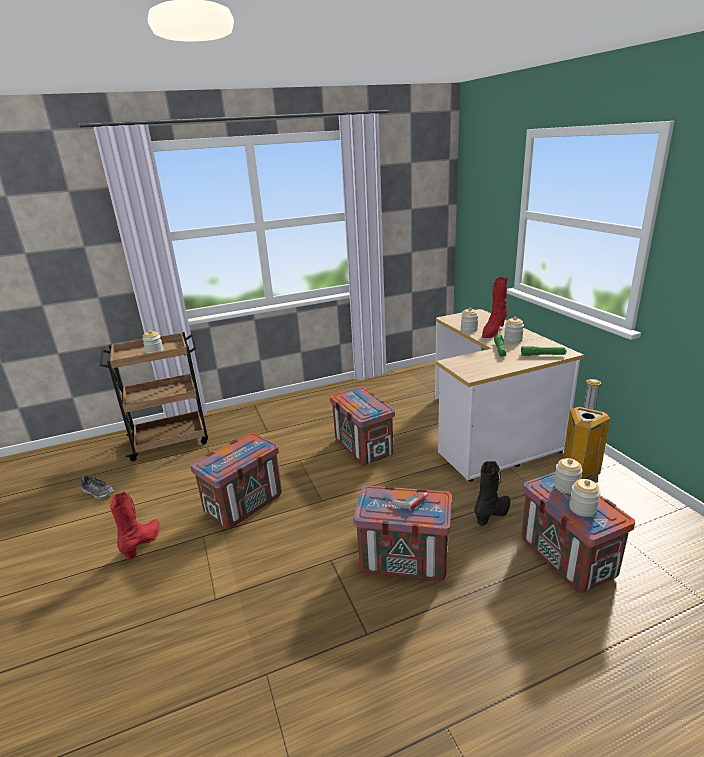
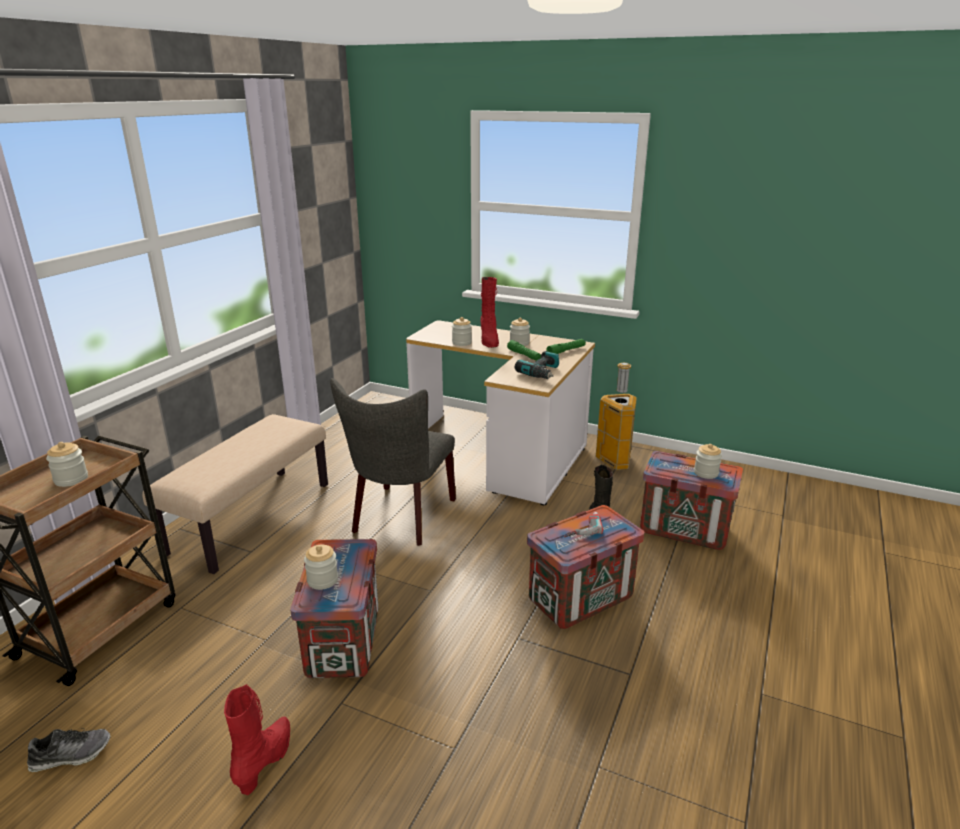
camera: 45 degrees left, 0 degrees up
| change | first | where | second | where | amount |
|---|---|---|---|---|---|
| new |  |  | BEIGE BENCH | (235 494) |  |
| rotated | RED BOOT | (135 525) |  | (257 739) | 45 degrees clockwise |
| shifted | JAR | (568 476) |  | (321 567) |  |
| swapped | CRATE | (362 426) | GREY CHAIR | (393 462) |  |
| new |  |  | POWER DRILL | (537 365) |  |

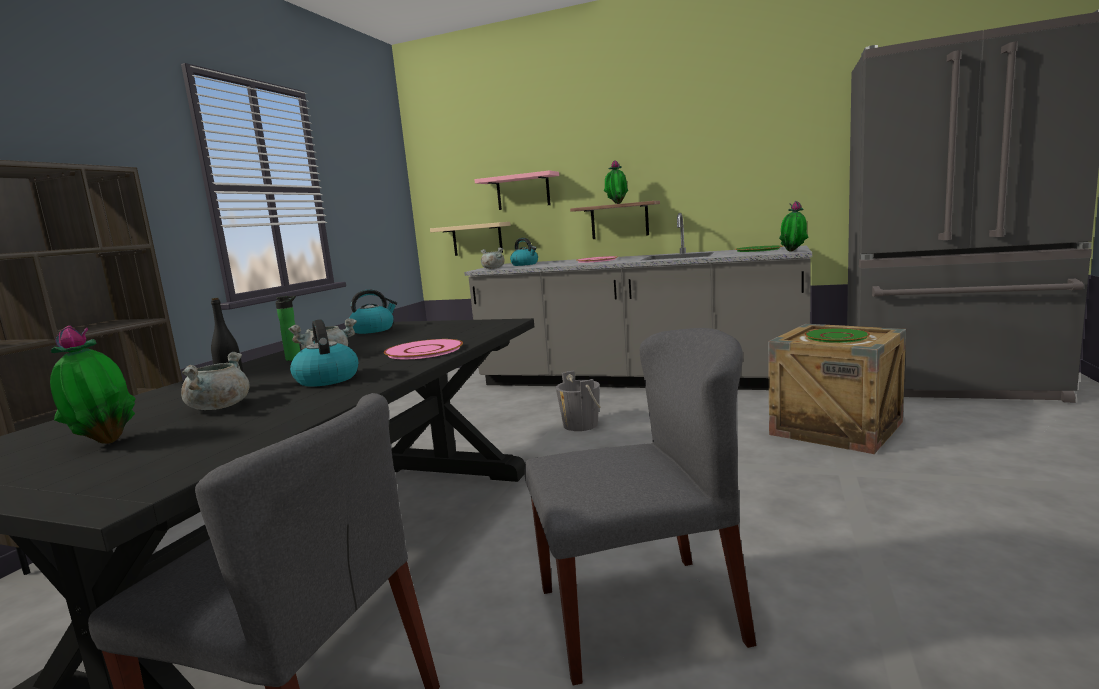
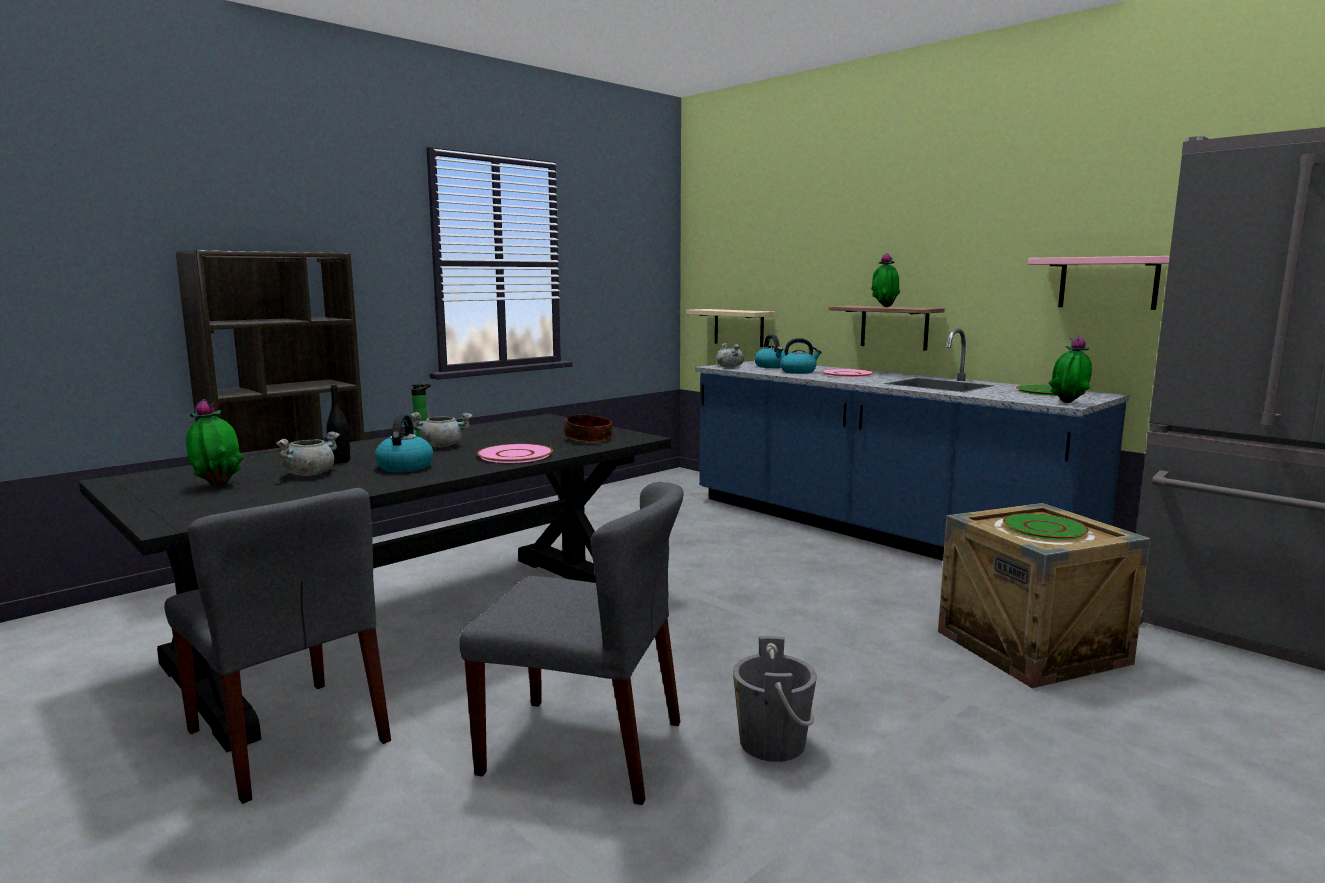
camera: 25 degrees right, 0 degrees up
| change | first | where | second | where | amount |
|---|---|---|---|---|---|
| new |  |  | BOWL | (588 428) |  |
| repainted | GREY COUNTER | (638 301) | BLUE COUNTER | (912 444) |  |
| shifted | GREY BUCKET | (578 401) |  | (775 699) |  |
| shifted | KETTLE | (373 311) |  | (801 356) |  |
| shifted | PINK SHELF | (516 190) |  | (1099 283) |  |

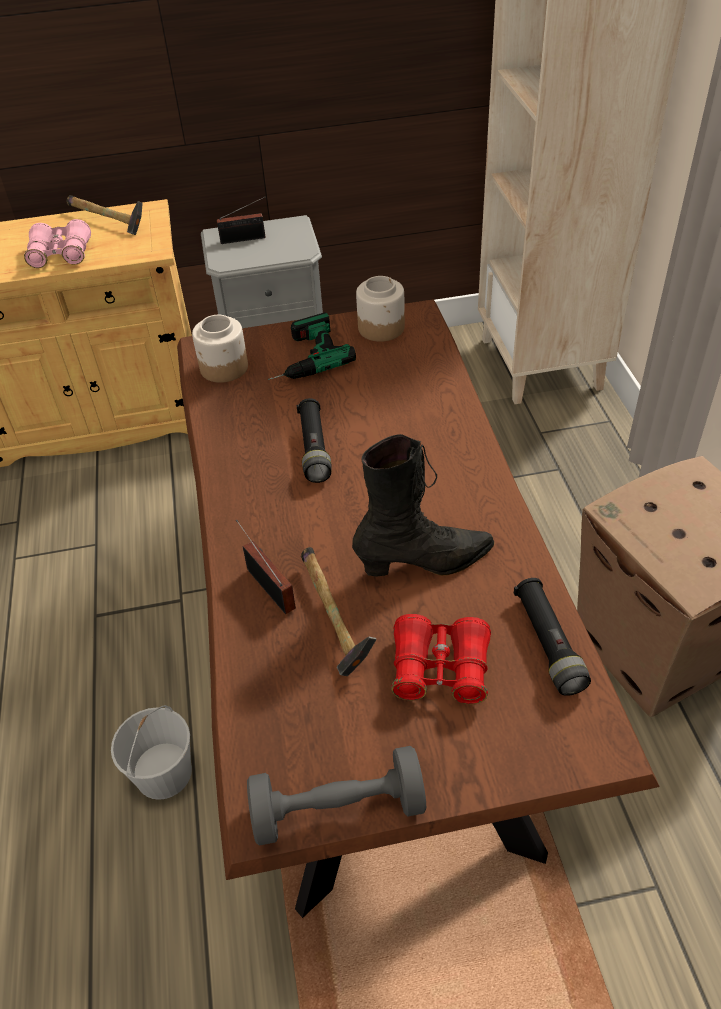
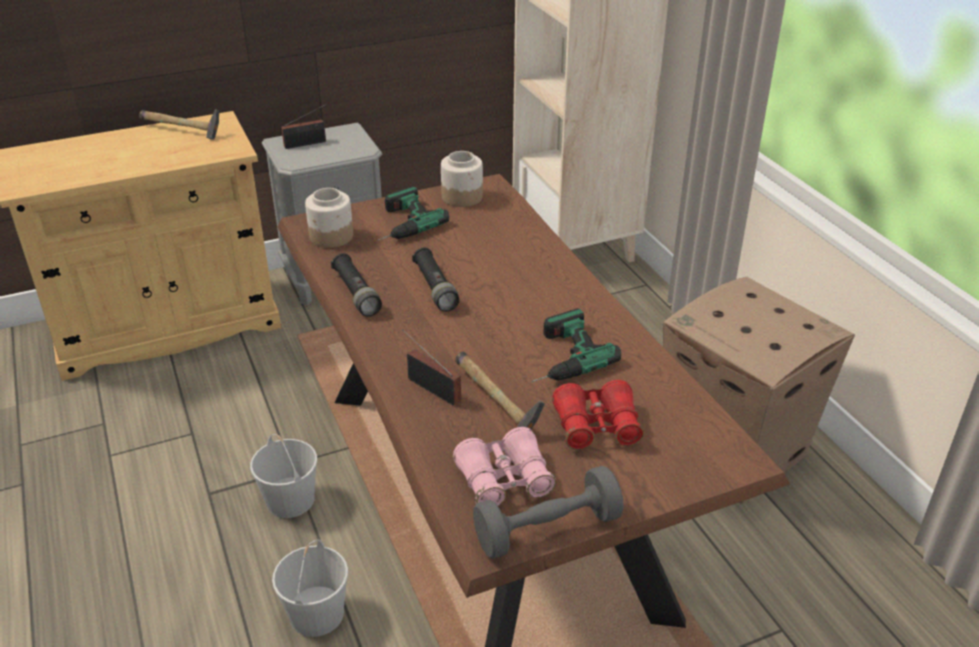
camera: 15 degrees left, 10 degrees down
| change | first | where | second | where | amount |
|---|---|---|---|---|---|
| new |  |  | WHITE BUCKET | (283 476) |  |
| shifted | BLACK FLASHLIGHT | (552 637) |  | (356 284) |  |
| shifted | PINK BINOCULARS | (57 243) |  | (504 466) |  |
| swapped | BLACK BOOT | (423 505) | POWER DRILL | (576 345) |  |

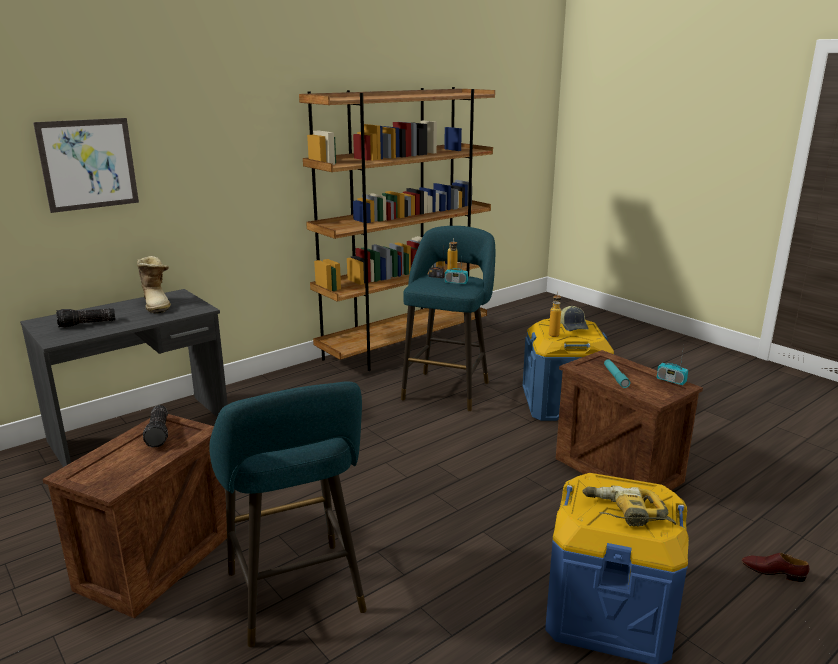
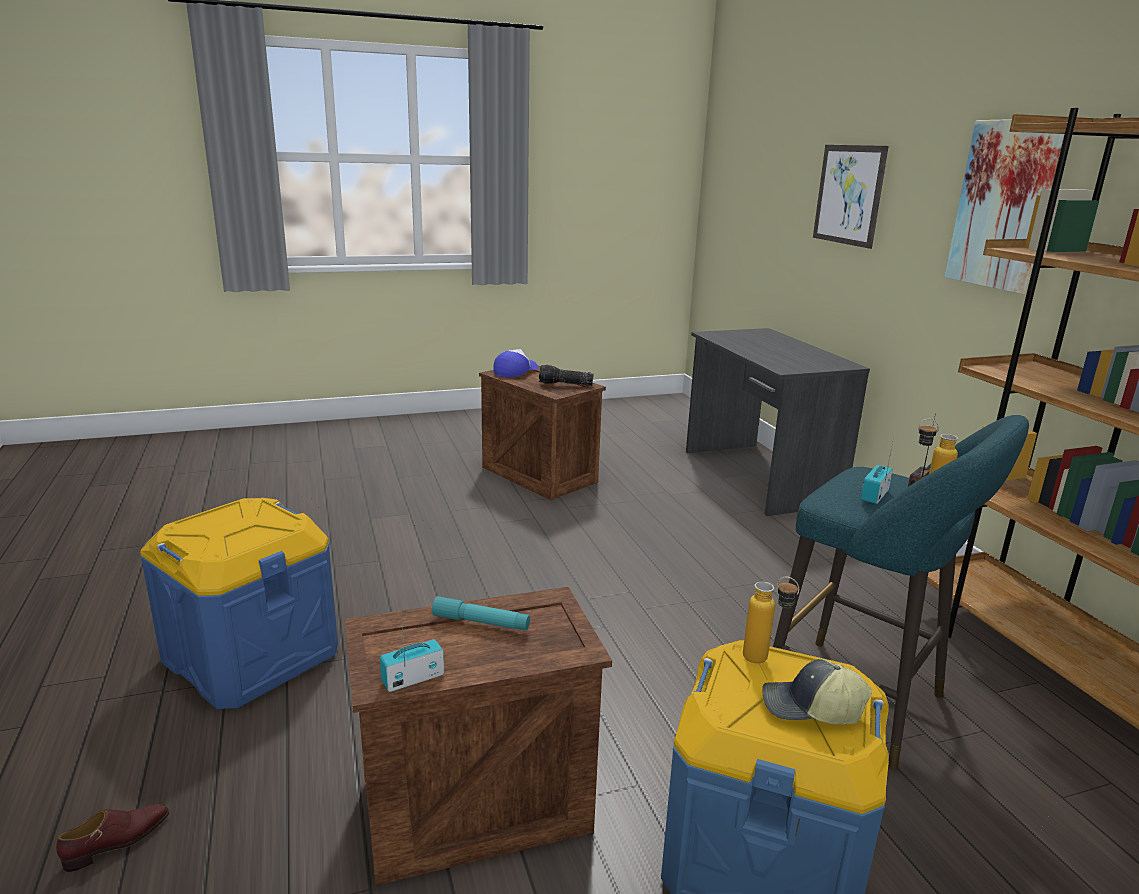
camera: 110 degrees right, 0 degrees up
| change | first | where | second | where | amount |
|---|---|---|---|---|---|
| new |  |  | CAP | (515 363) |  |
| new |  |  | PICTURE | (1004 207) |  |
| gone | FLASHLIGHT | (85 318) |  |  |  |
| gone | BOOT | (154 285) |  |  |  |
| gone | TURQUOISE STOOL | (288 514) |  |  |  |
| gone | POWER DRILL | (629 506) |  |  |  |

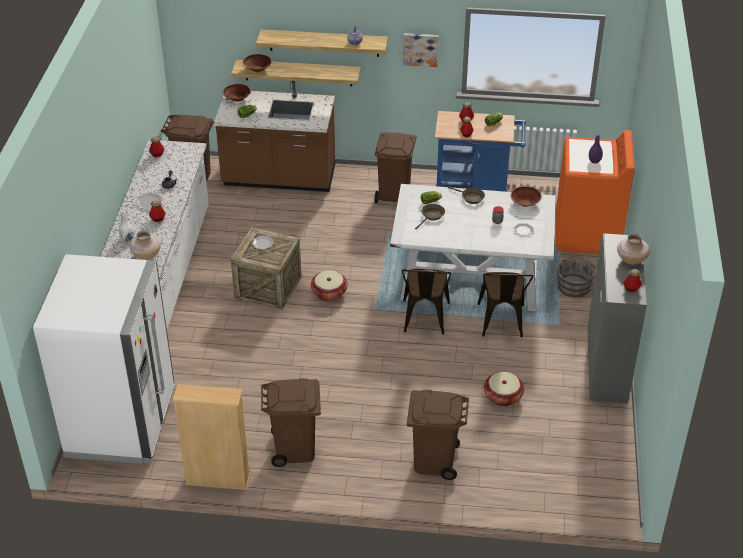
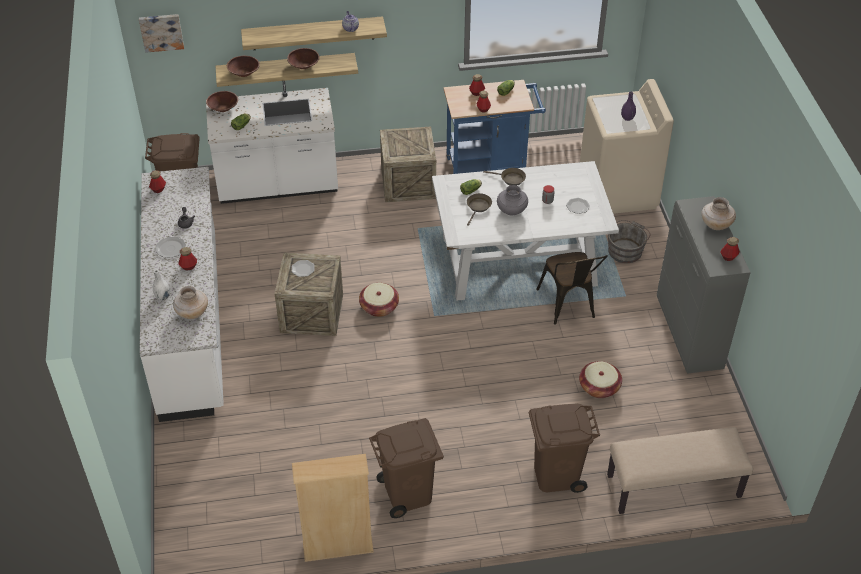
camera: 15 degrees left, 5 degrees up
| change | first | where | second | where | amount |
|---|---|---|---|---|---|
| shifted | PICTURE | (421 50) |  | (161 33) |  |
| repainted | BROWN COUNTER | (274 136) | WHITE COUNTER | (272 142) |  |
| shifted | BROWN BOWL | (526 196) |  | (303 58) |  |
| swapped | BROWN TRASH CAN | (395 167) | CRATE | (408 164) |  |
| new |  |  | GREY VASE | (512 200) |  |
| repainted | ORANGE WASHING MACHINE | (595 192) | BEIGE WASHING MACHINE | (627 146) |  |
| new |  |  | BEIGE BENCH | (680 470) |  |
| gone | WHITE FRIDGE | (104 359) |  |  |  |
| gone | BROWN CHAIR | (426 302) |  |  |  |

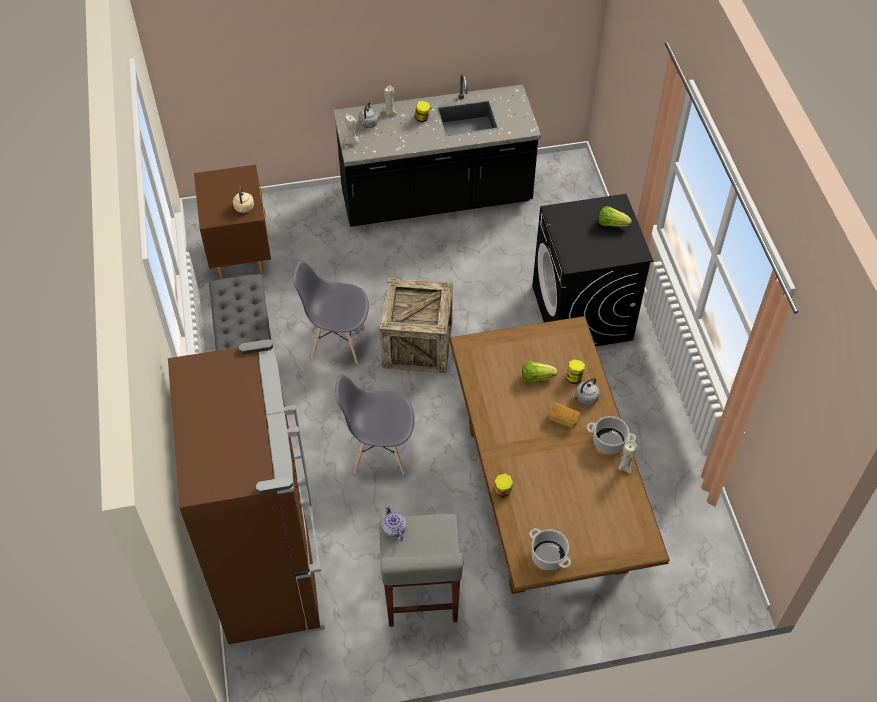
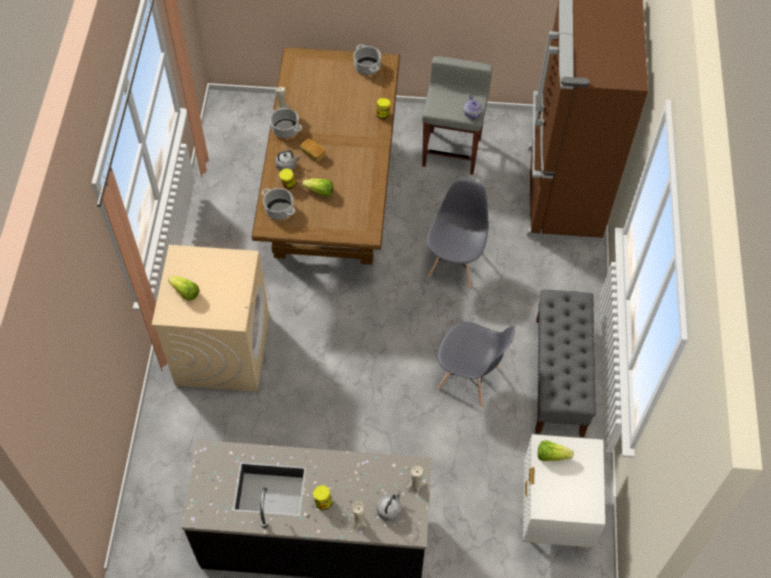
camera: 165 degrees left, 5 degrees up
| change | first | where | second | where | amount |
|---|---|---|---|---|---|
| repainted | BLACK WASHING MACHINE | (593 270) | BEIGE WASHING MACHINE | (210 318) |  |
| new |  |  | COOKING POT | (278 204) |  |
| rotated | GREY CHAIR | (374 424) |  | (458 233) | 90 degrees counterclockwise |
| repainted | BROWN NIGHTSTAND | (232 222) | WHITE NIGHTSTAND | (564 491) |  |
| swapped | BEIGE KETTLE | (243 199) | LETTUCE | (555 450) |  |
| gone | CRATE | (416 325) |  |  |  |

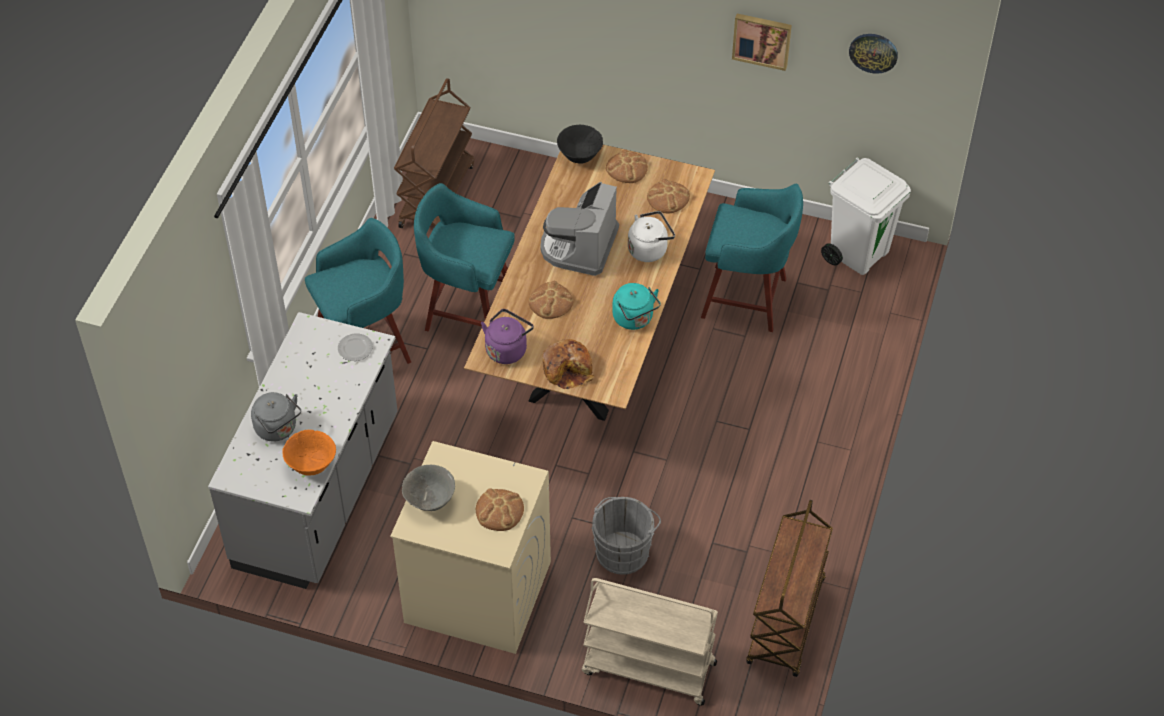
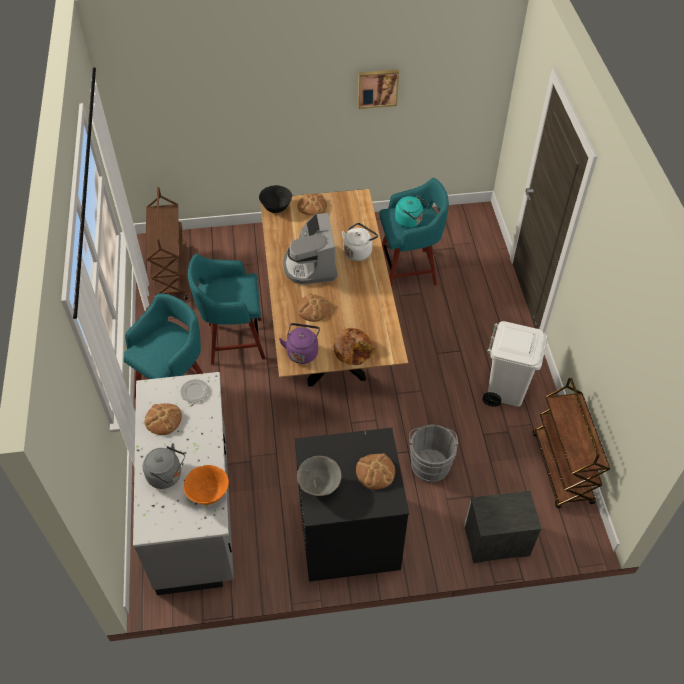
camera: 25 degrees left, 0 degrees up
| change | first | where | second | where | amount |
|---|---|---|---|---|---|
| shifted | BREAD | (668 196) |  | (163 419) |  |
| repainted | BEIGE WASHING MACHINE | (470 547) | BLACK WASHING MACHINE | (352 505) |  |
| shifted | TURQUOISE KETTLE | (636 306) |  | (412 211) |  |
| swapped | BEIGE CART | (650 642) | NIGHTSTAND | (503 526) |  |
| shifted | WHITE TRASH CAN | (866 216) |  | (515 364) |  |
| gone | WALL CLOCK | (873 54) |  |  |  |

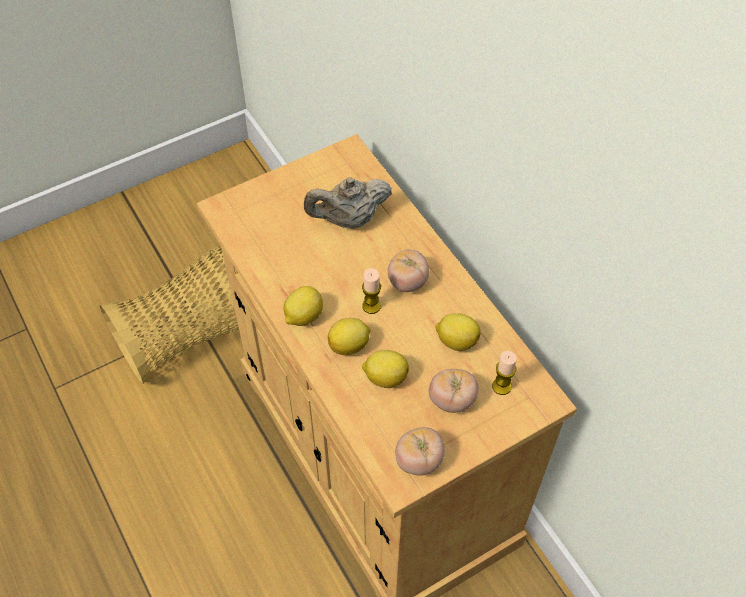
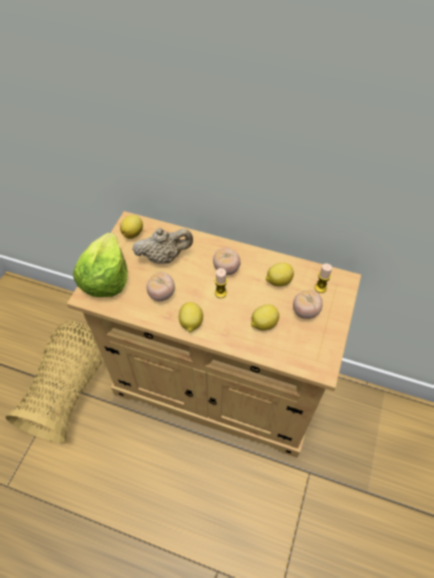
camera: 40 degrees left, 0 degrees up
| change | first | where | second | where | amount |
|---|---|---|---|---|---|
| new |  |  | LETTUCE | (100 265) |  |
| shifted | LEMON | (349 336) |  | (131 227) |  |
| rotated | BEIGE TEAPOT | (348 203) |  | (162 246) | 135 degrees counterclockwise |
| shifted | TOMATO | (420 451) |  | (161 286) |  |

